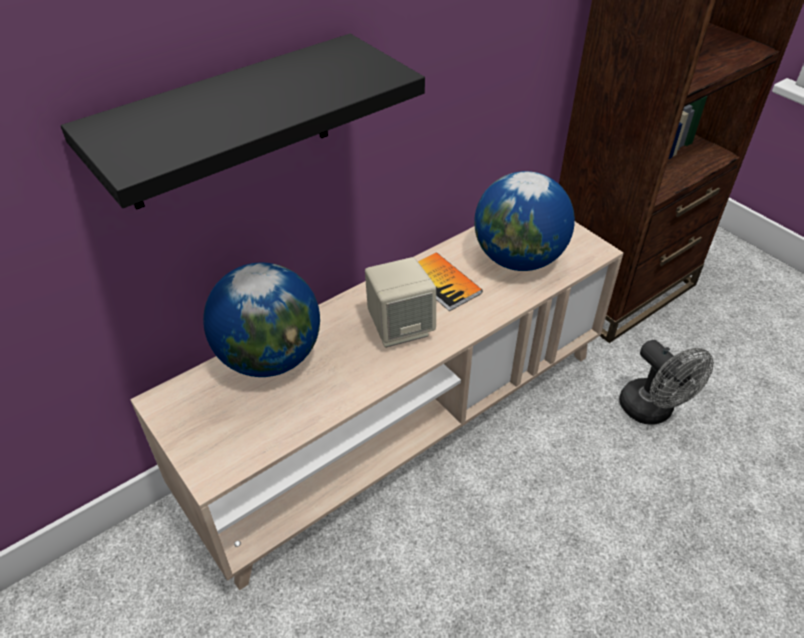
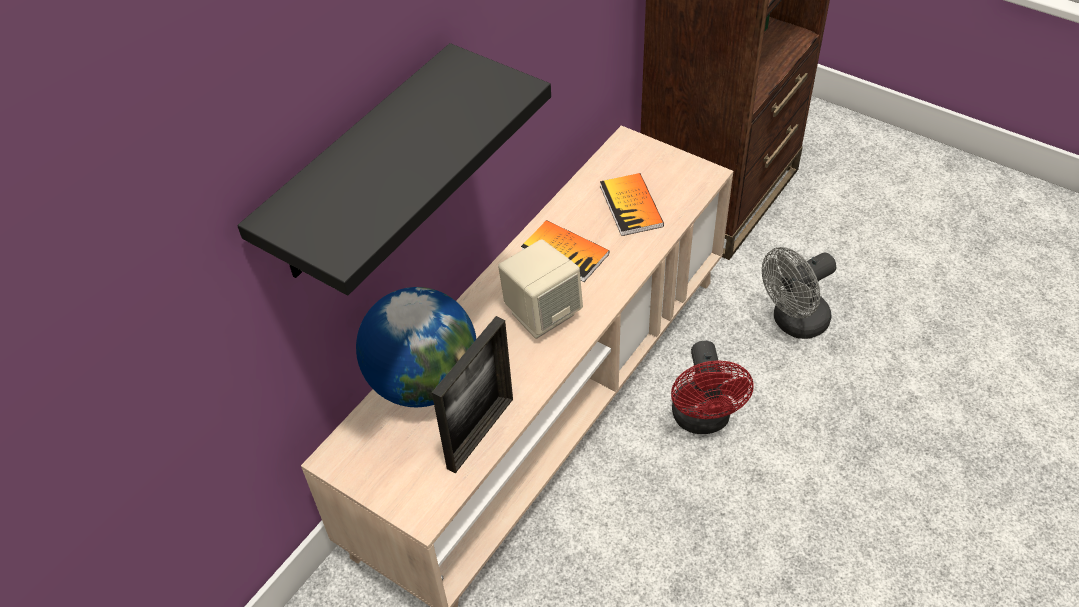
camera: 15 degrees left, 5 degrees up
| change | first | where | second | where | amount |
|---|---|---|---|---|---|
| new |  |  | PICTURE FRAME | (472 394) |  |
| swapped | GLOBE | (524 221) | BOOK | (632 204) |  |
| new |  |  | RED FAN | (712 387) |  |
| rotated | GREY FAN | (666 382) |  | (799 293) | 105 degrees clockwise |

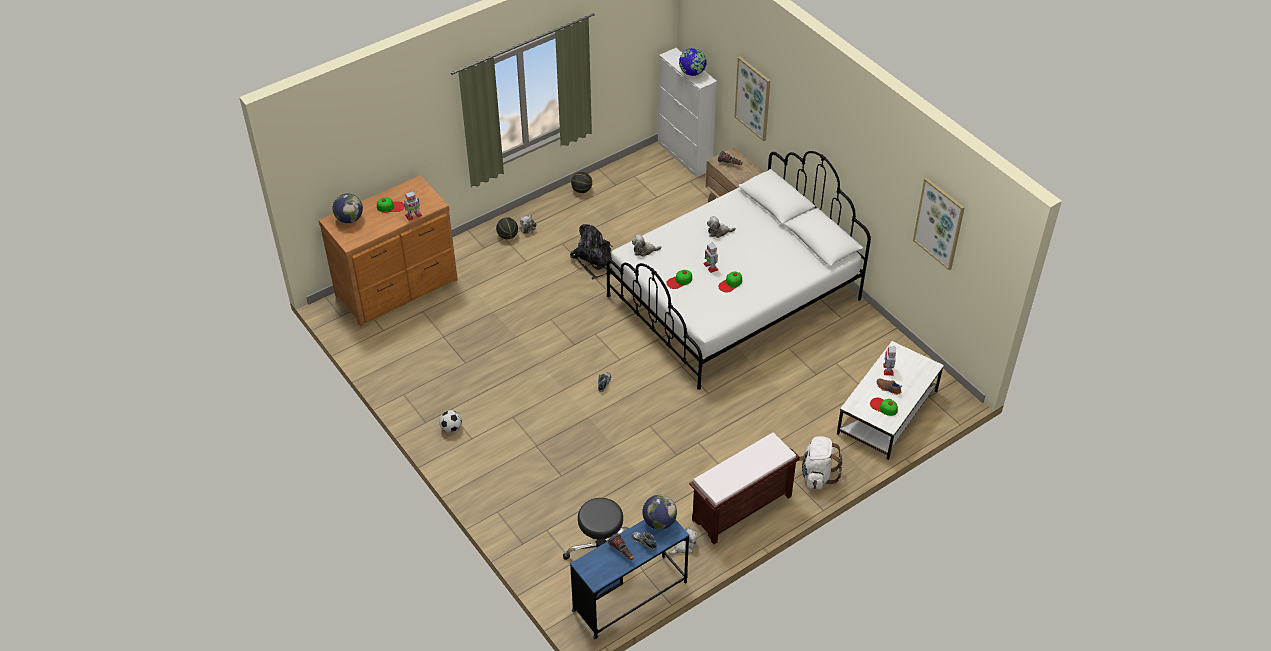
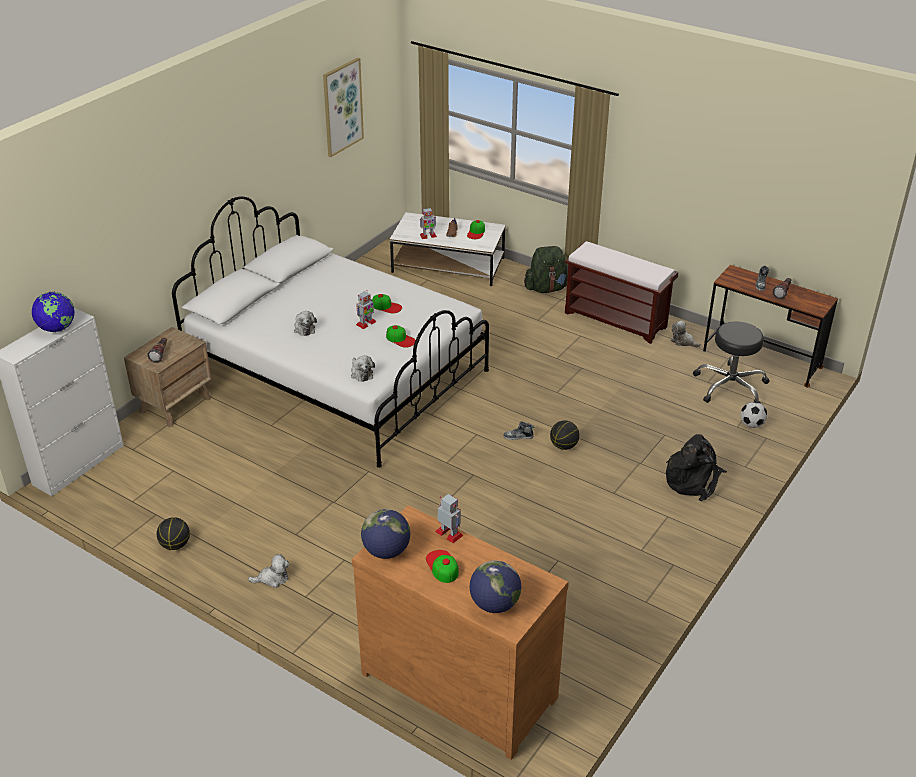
camera: 110 degrees left, 10 degrees down
| change | first | where | second | where | amount |
|---|---|---|---|---|---|
| shifted | GLOBE | (660 512) |  | (385 534) |  |
| repainted | WHITE BACKPACK | (821 462) | GREEN BACKPACK | (546 269) |  |
| shifted | BASKETBALL | (507 228) |  | (565 435) |  |
| shifted | BLACK BACKPACK | (591 251) |  | (696 467) |  |
| repainted | BLUE DESK | (629 579) | BROWN DESK | (770 326) |  |
| shifted | FOOTBALL | (450 421) |  | (753 415) |  |
| gone | PICTURE | (752 99) |  |  |  |

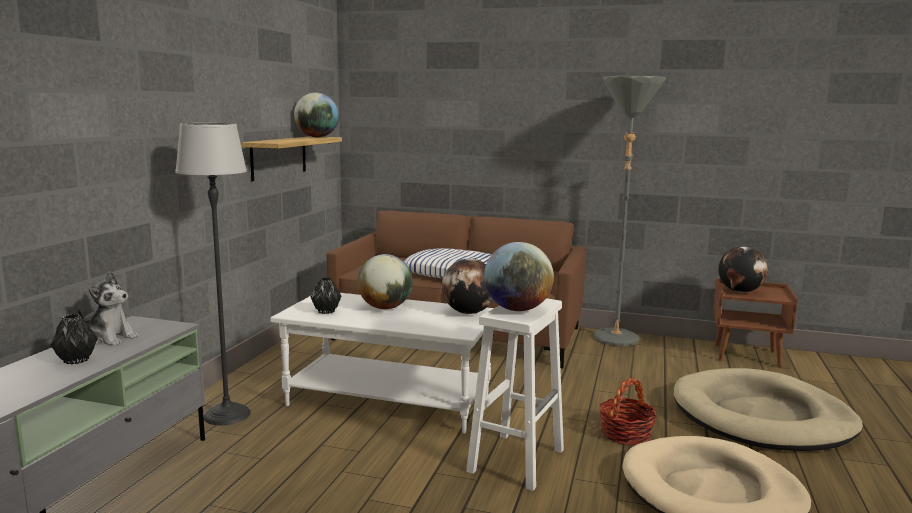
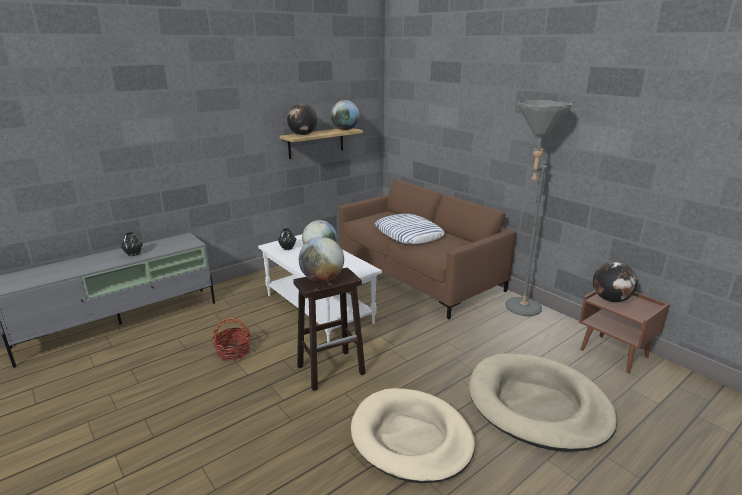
camera: 35 degrees right, 10 degrees up
| change | first | where | second | where | amount |
|---|---|---|---|---|---|
| shifted | BASKET | (628 411) |  | (231 339) |  |
| shifted | GLOBE | (467 286) |  | (302 119) |  |
| repainted | WHITE STOOL | (515 394) | BROWN STOOL | (329 329) |  |
| gone | PLUSH TOY | (108 309) |  |  |  |
| gone | FLOOR LAMP | (213 274) |  |  |  |

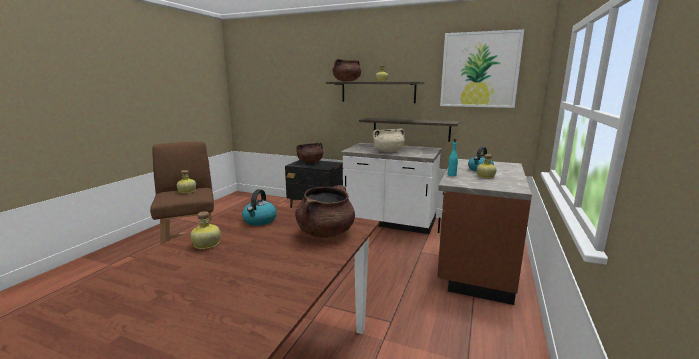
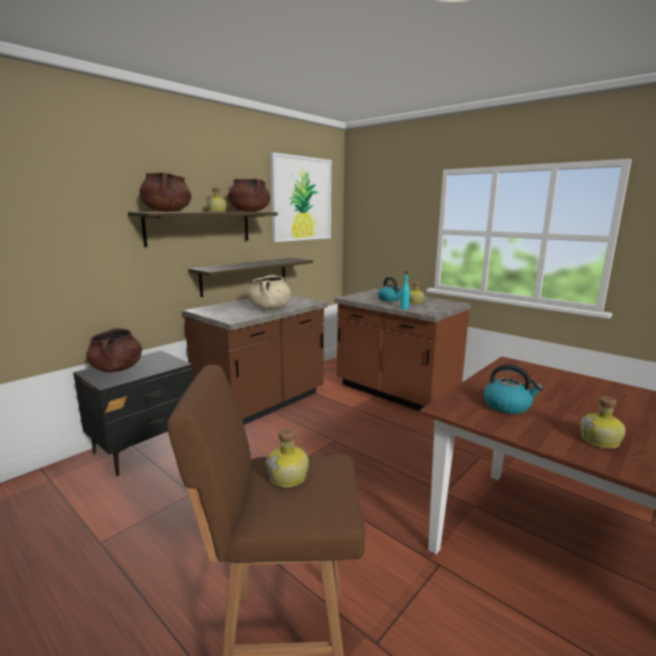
camera: 70 degrees left, 0 degrees up
| change | first | where | second | where | amount |
|---|---|---|---|---|---|
| repainted | WHITE COUNTER | (391 188) | BROWN COUNTER | (255 360) |  |
| shifted | BROWN COOKING POT | (325 211) |  | (249 195) |  |

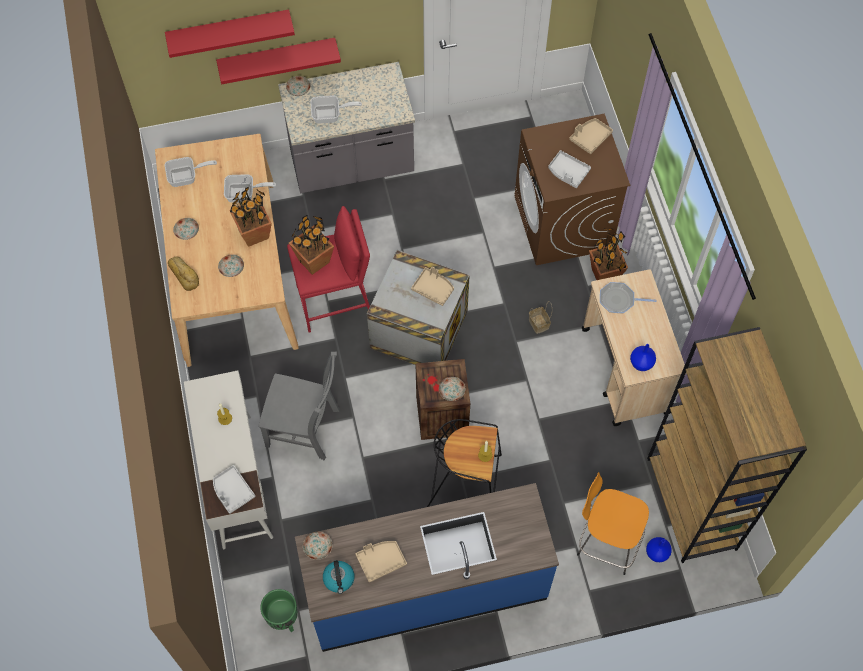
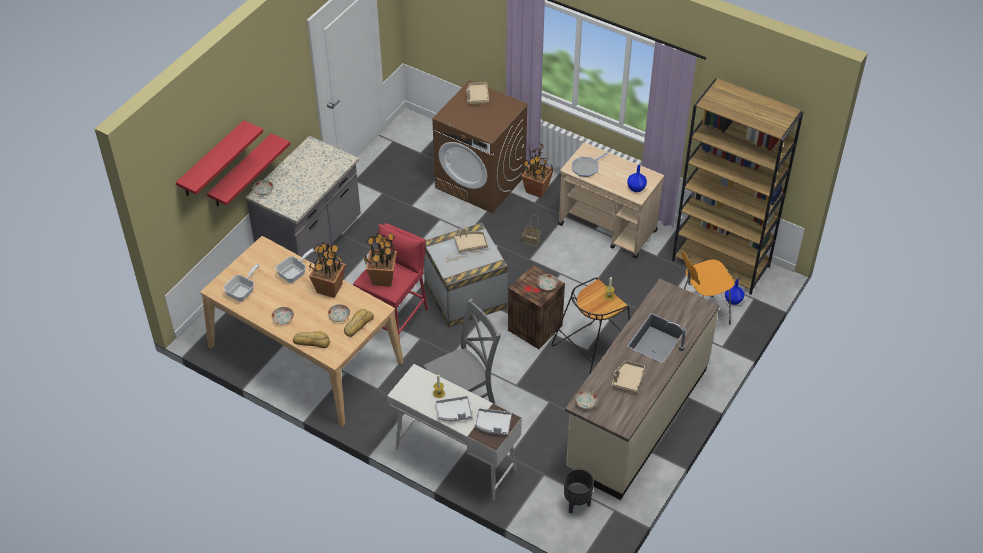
camera: 45 degrees left, 15 degrees down
| change | first | where | second | where | amount |
|---|---|---|---|---|---|
| new |  |  | BREAD | (359 323) |  |
| shifted | GREY TRAY | (569 169) |  | (454 408) |  |
| repainted | GREEN PLANTER | (279 610) | BLACK PLANTER | (579 491) |  |
| repainted | BLUE COUNTER | (427 567) | BEIGE COUNTER | (642 389) |  |
| gone | FRYING PAN | (336 109) |  |  |  |
| gone | KETTLE | (339 577) |  |  |  |

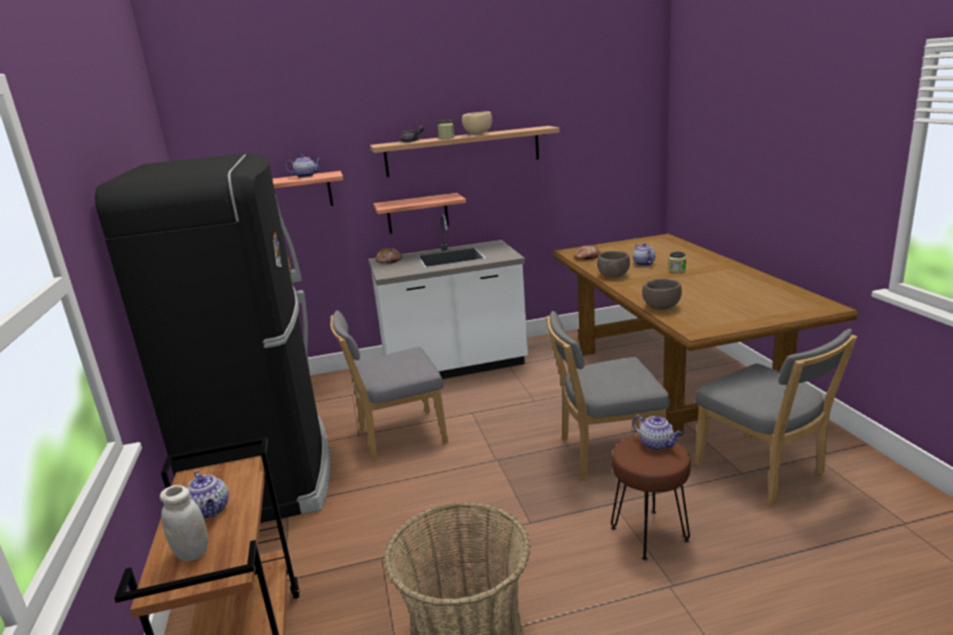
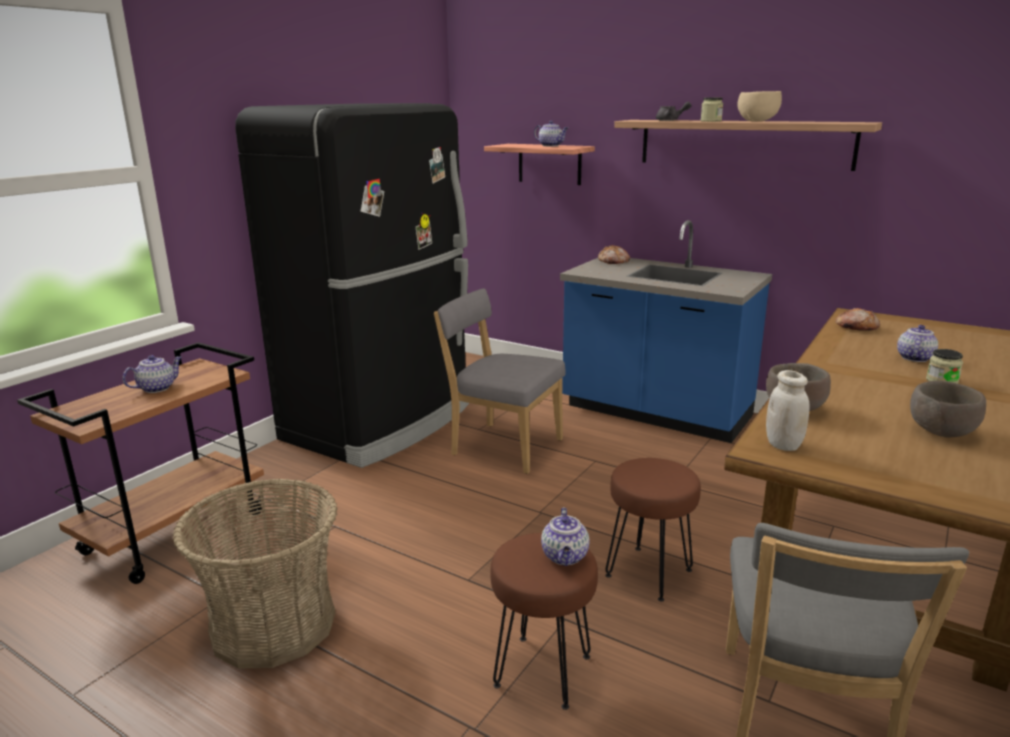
camera: 45 degrees right, 0 degrees up
| change | first | where | second | where | amount |
|---|---|---|---|---|---|
| rotated | TEAPOT | (208 495) |  | (152 374) | 150 degrees counterclockwise |
| repainted | WHITE COUNTER | (448 297) | BLUE COUNTER | (666 331) |  |
| swapped | GREY CHAIR | (608 395) | BROWN STOOL | (653 530) |  |
| shifted | WHITE JAR | (184 523) |  | (787 410) |  |
| shifted | BROWN BOWL | (613 264) |  | (948 409) |  |
| gone | SHELF | (419 213) |  |  |  |

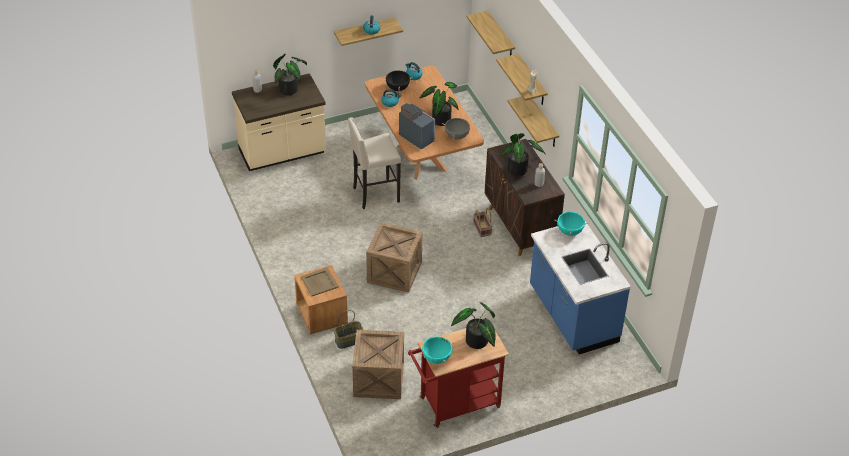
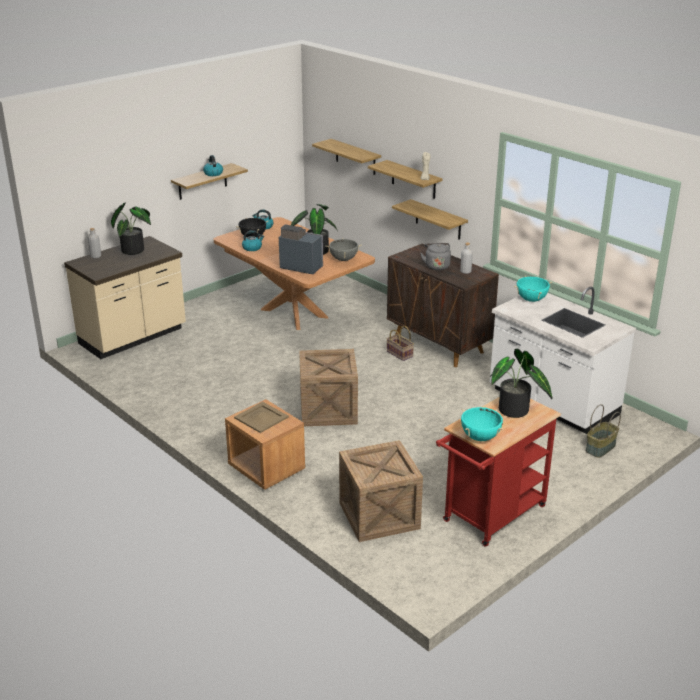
camera: 20 degrees left, 15 degrees down
| change | first | where | second | where | amount |
|---|---|---|---|---|---|
| swapped | POTTED PLANT | (523 154) | GREY KETTLE | (436 256) |  |
| repainted | BLUE COUNTER | (580 287) | WHITE COUNTER | (563 360) |  |
| shifted | BASKET | (349 329) |  | (603 431) |  |
| gone | BEIGE STOOL | (374 163) |  |  |  |

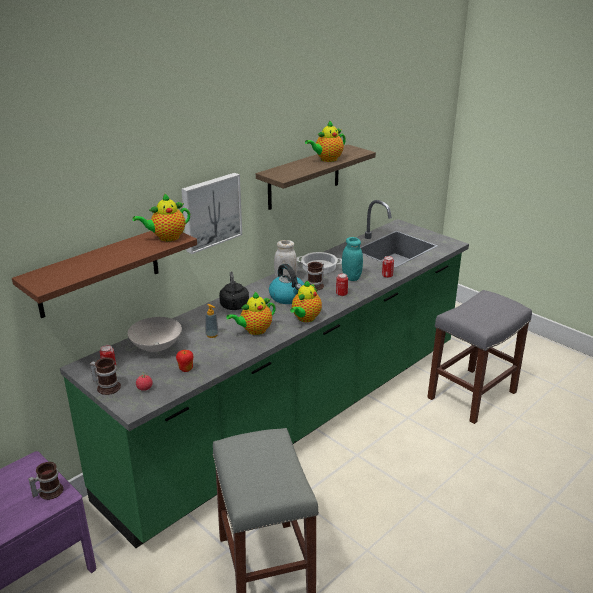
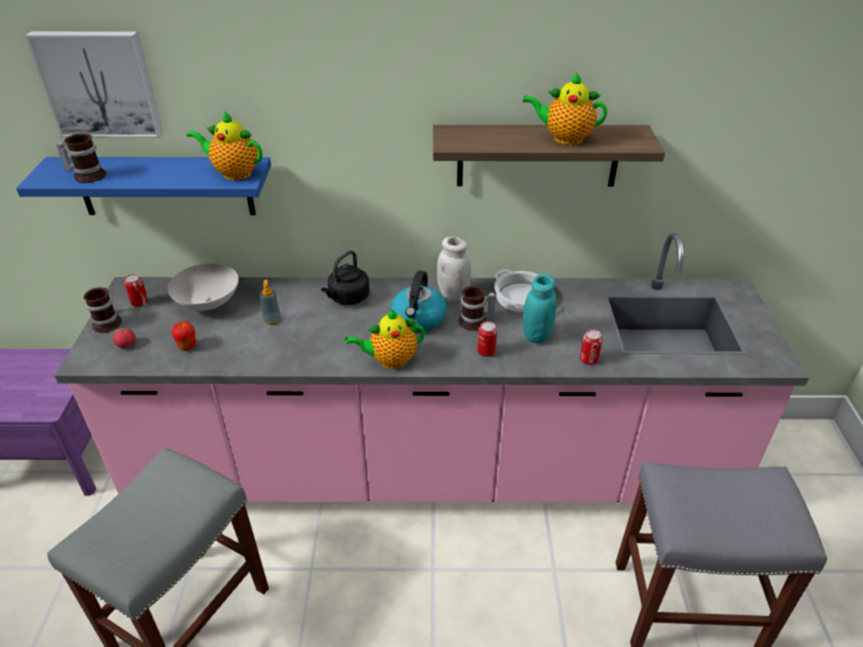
camera: 45 degrees right, 10 degrees up
| change | first | where | second | where | amount |
|---|---|---|---|---|---|
| repainted | BROWN SHELF | (104 274) | BLUE SHELF | (143 186) |  |
| shifted | PICTURE | (211 213) |  | (94 84) |  |
| repainted | GREEN COUNTER | (264 374) | PINK COUNTER | (432 368) |  |
| shifted | MUG | (45 481) |  | (81 158) |  |
| gone | TEAPOT | (251 313) |  |  |  |

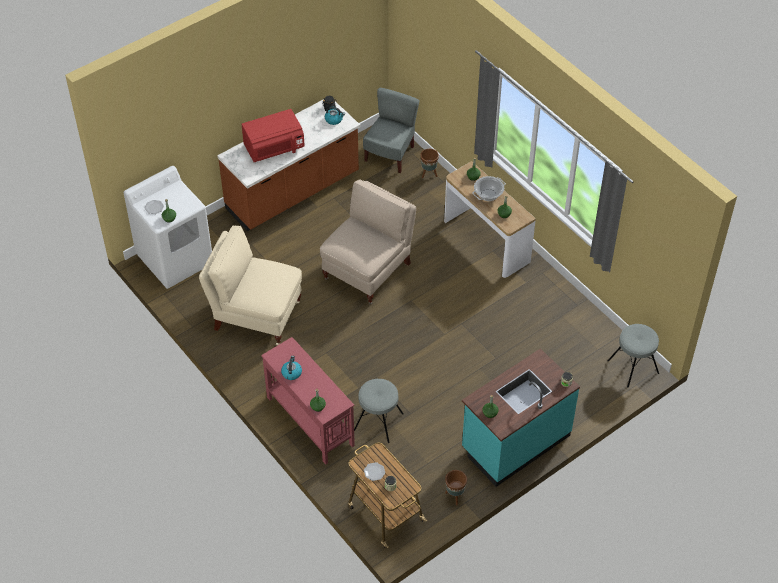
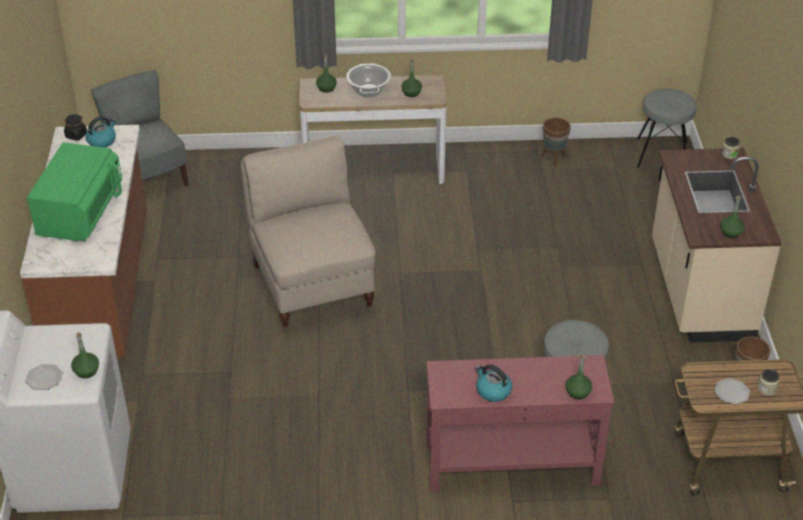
camera: 55 degrees left, 10 degrees down
| change | first | where | second | where | amount |
|---|---|---|---|---|---|
| repainted | RED MICROWAVE | (273 135) | GREEN MICROWAVE | (74 192) |  |
| shifted | BROWN PLANTER | (429 163) |  | (556 142) |  |
| repainted | TURQUOISE COUNTER | (521 417) | BEIGE COUNTER | (717 245) |  |
| gone | BEIGE CHAIR | (250 285) |  |  |  |

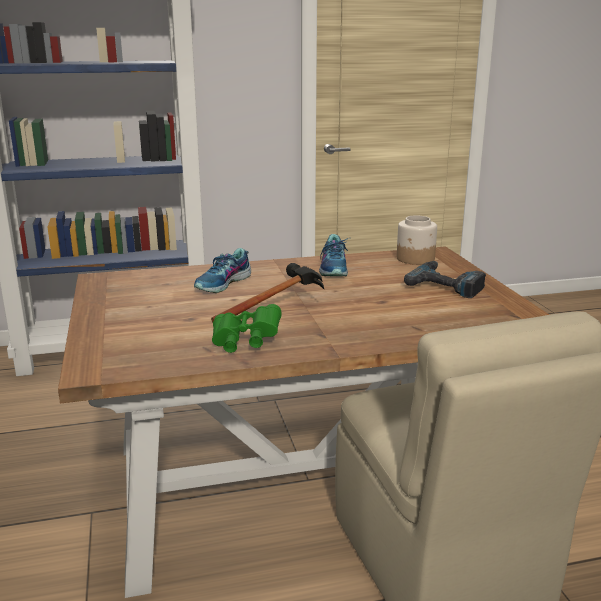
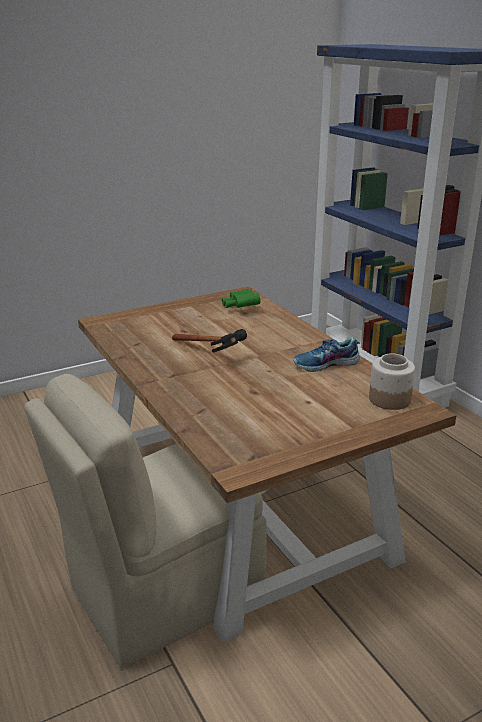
camera: 75 degrees right, 5 degrees up
| change | first | where | second | where | amount |
|---|---|---|---|---|---|
| shifted | GREEN BINOCULARS | (246 328) |  | (241 298) |  |
| gone | SHOE | (222 270) |  |  |  |
| gone | POWER DRILL | (445 279) |  |  |  |

